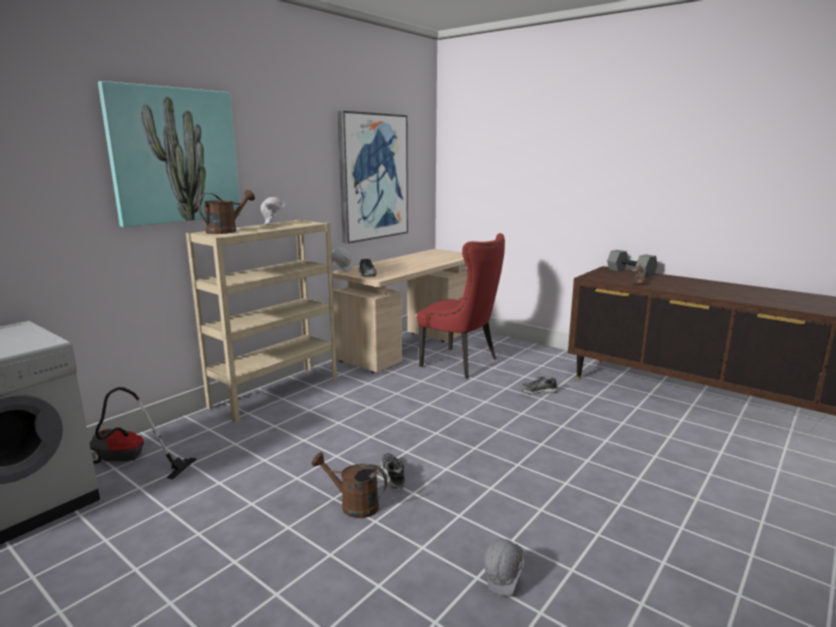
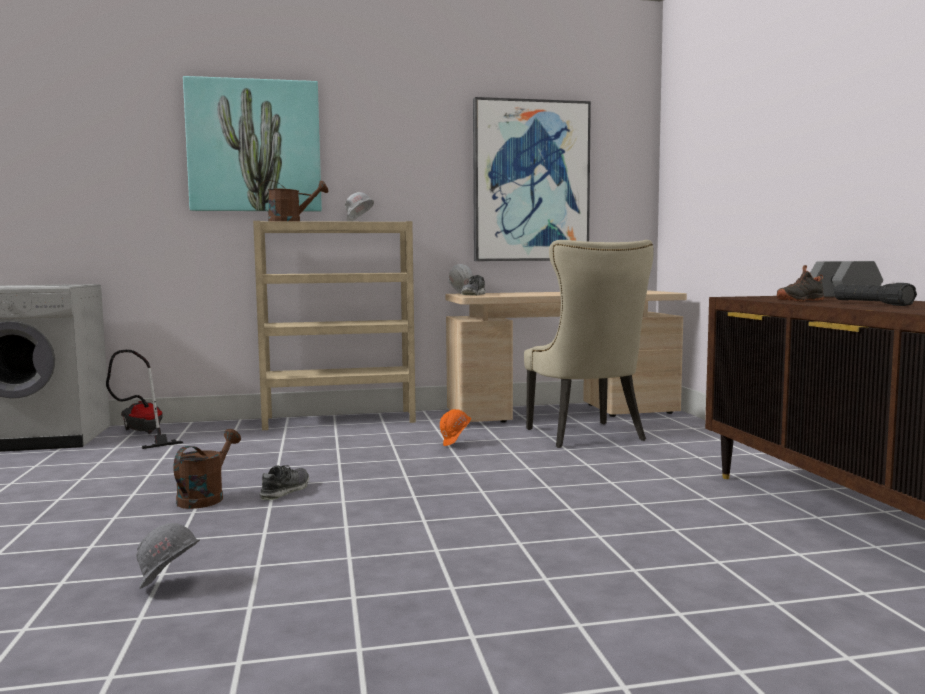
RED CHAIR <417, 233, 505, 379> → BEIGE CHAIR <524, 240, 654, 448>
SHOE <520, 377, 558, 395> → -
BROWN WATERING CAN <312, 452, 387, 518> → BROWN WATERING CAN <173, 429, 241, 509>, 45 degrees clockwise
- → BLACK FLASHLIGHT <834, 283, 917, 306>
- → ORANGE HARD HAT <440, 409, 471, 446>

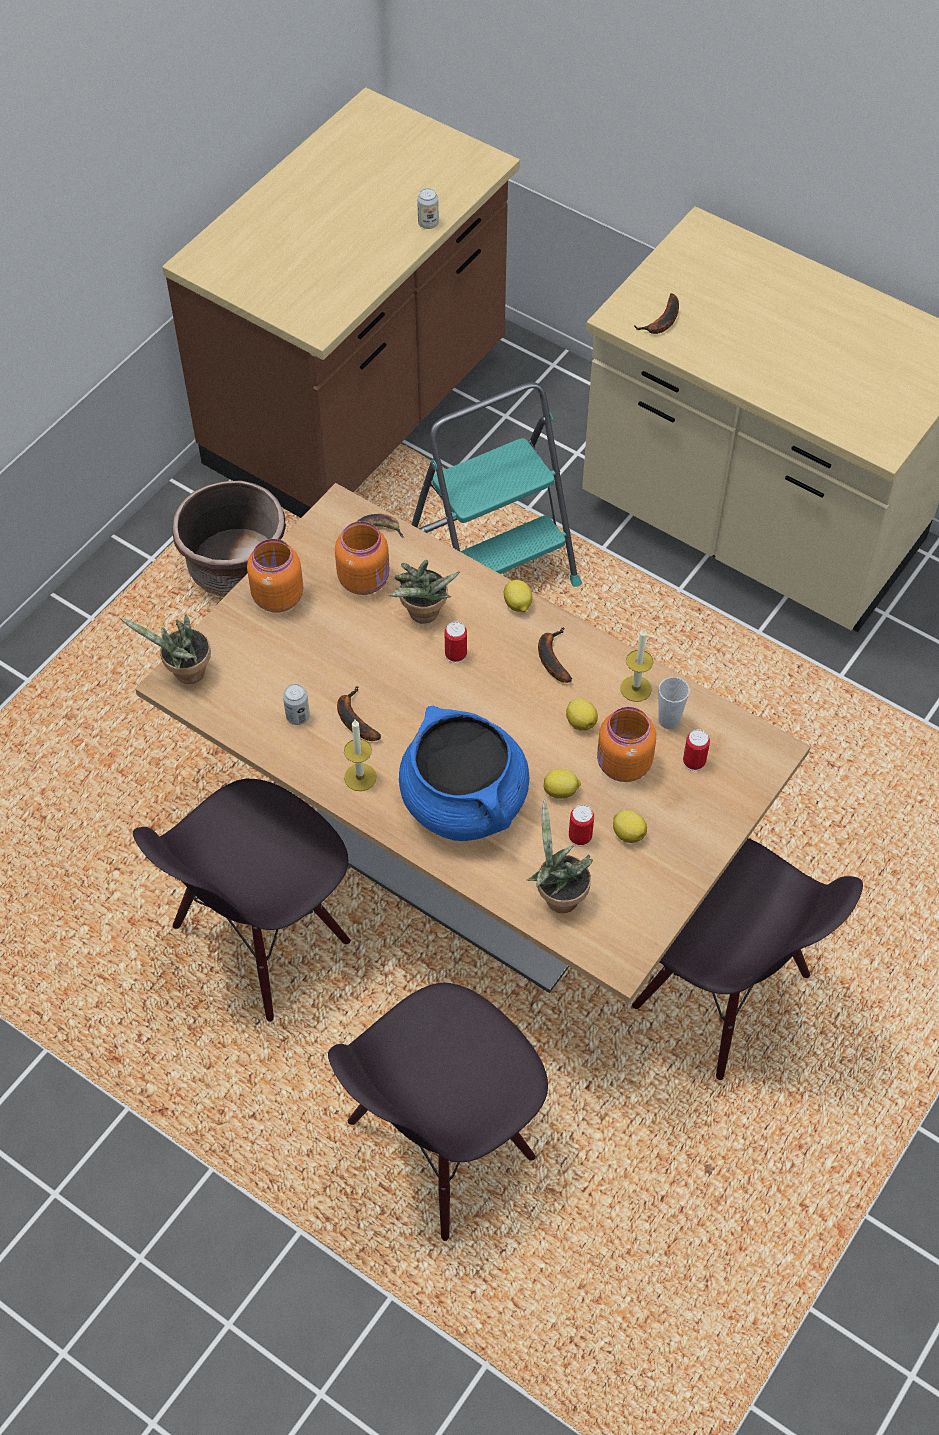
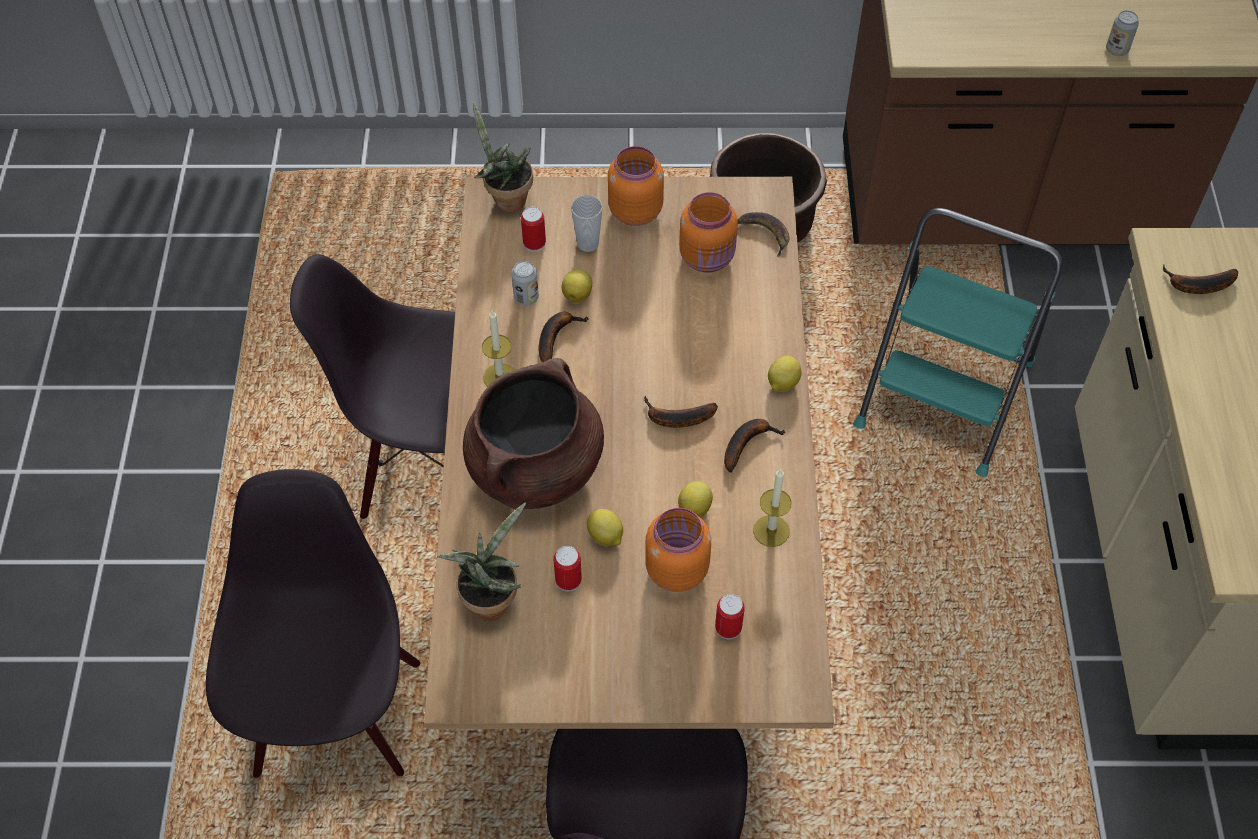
POTTED PLANT <389, 560, 460, 623> → -
CAN <445, 622, 467, 663> → CAN <521, 207, 546, 252>, move
CUP <658, 677, 690, 729> → CUP <571, 195, 603, 252>, move
BLUE COOKING POT <399, 706, 529, 841> → BROWN COOKING POT <463, 358, 604, 510>
LEMON <613, 810, 647, 843> → LEMON <561, 269, 592, 303>, move
BLACK CHAIR <328, 983, 548, 1241> → BLACK CHAIR <206, 469, 420, 778>, 75 degrees clockwise
- → BANANA <644, 396, 718, 428>

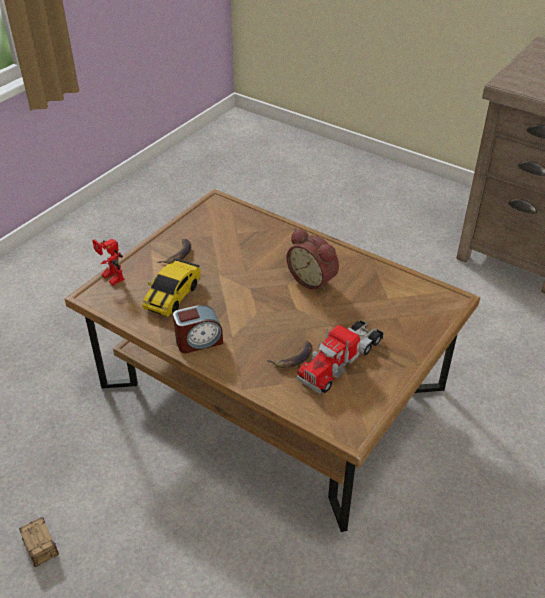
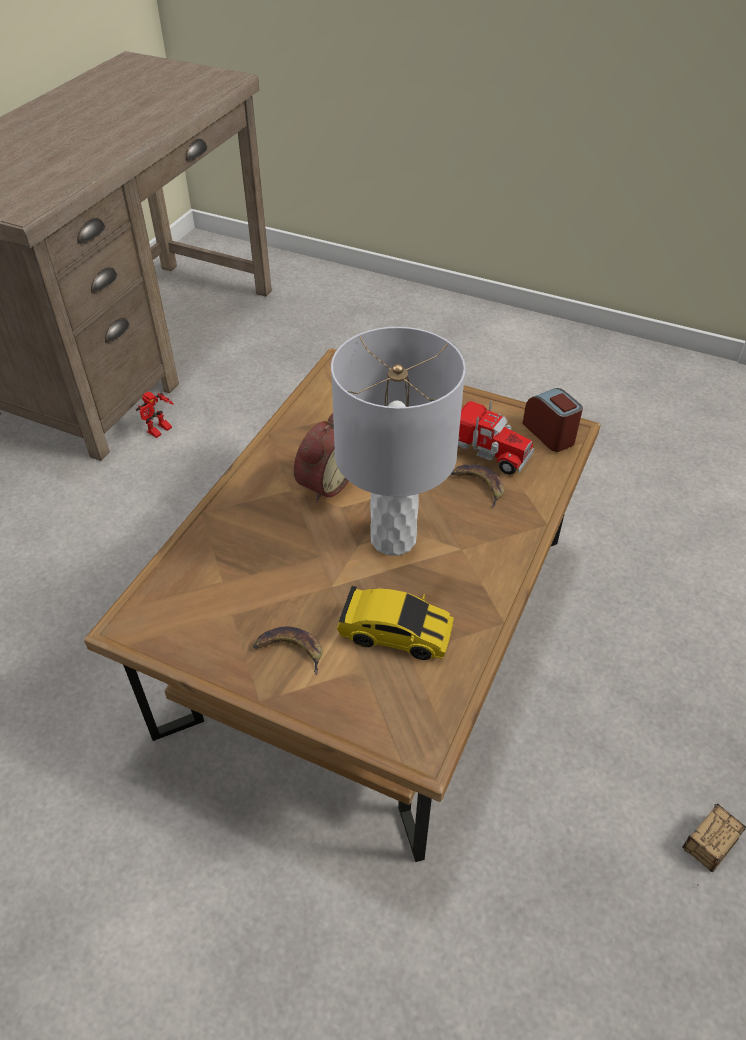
TOY ROBOT <92, 239, 125, 285> → TOY ROBOT <136, 392, 174, 438>, move
ALARM CLOCK <173, 305, 223, 353> → ALARM CLOCK <522, 388, 583, 452>, move
- → GREY TABLE LAMP <331, 327, 466, 556>

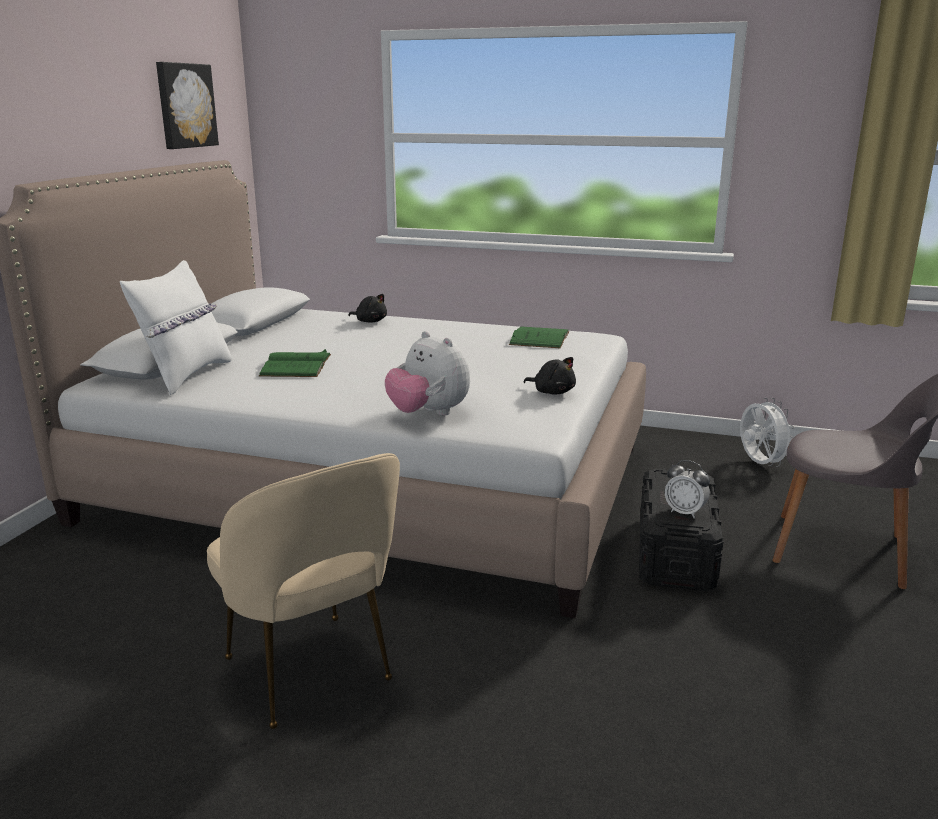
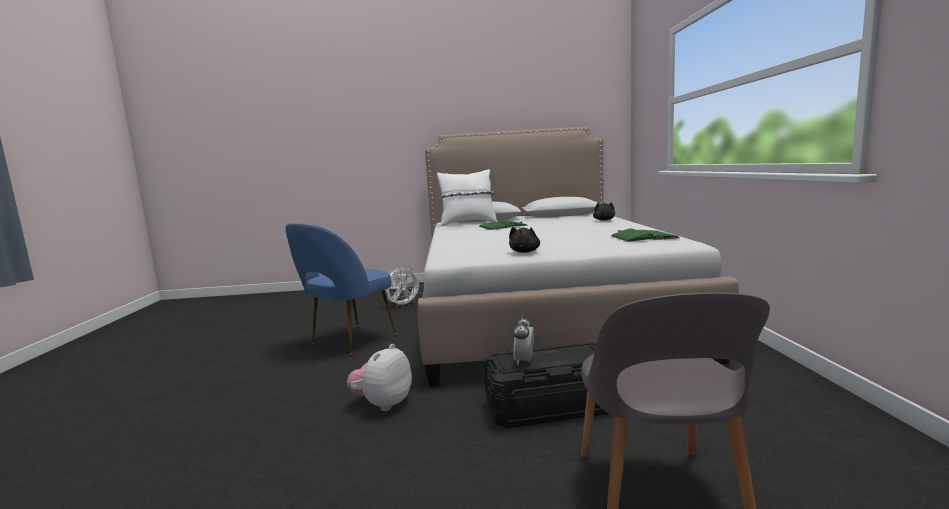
PICTURE <156, 62, 219, 149> → -
PLUSH TOY <385, 331, 470, 416> → PLUSH TOY <347, 344, 412, 411>, move
WHITE FAN <740, 398, 795, 467> → WHITE FAN <385, 266, 422, 307>, move
BEIGE CHAIR <207, 453, 400, 729> → BLUE CHAIR <286, 223, 397, 357>

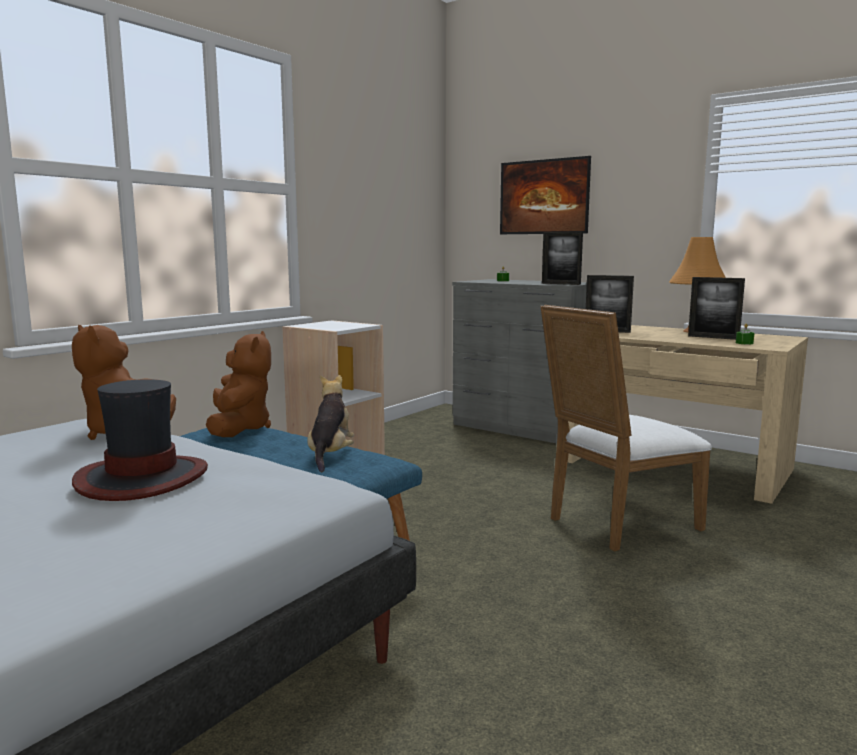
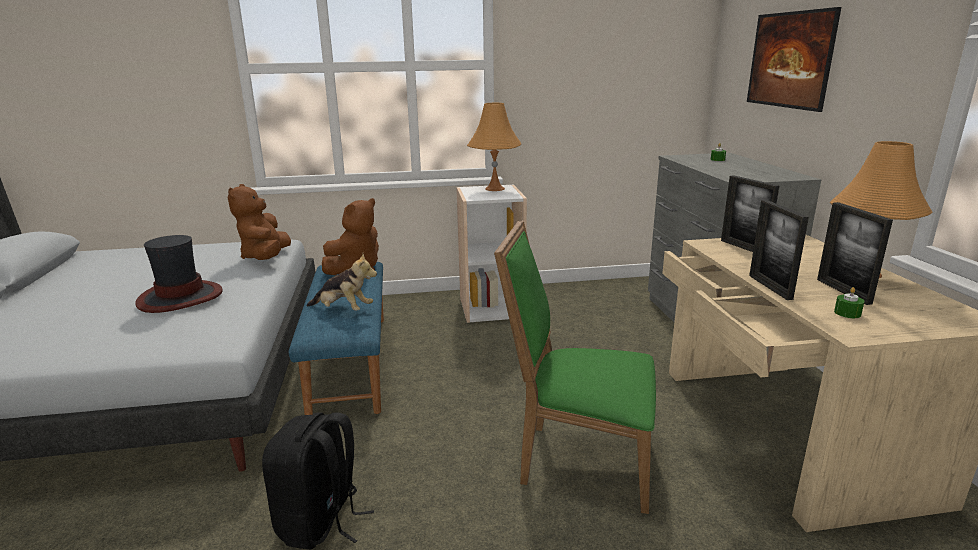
PICTURE FRAME <542, 232, 583, 285> → PICTURE FRAME <749, 200, 809, 300>, move
WHITE CHAIR <540, 305, 712, 551> → GREEN CHAIR <494, 220, 656, 514>
PLUSH TOY <307, 375, 354, 472> → PLUSH TOY <306, 254, 377, 311>, 60 degrees clockwise
- → ORANGE TABLE LAMP <467, 103, 521, 191>
- → BLACK BACKPACK <262, 412, 374, 550>

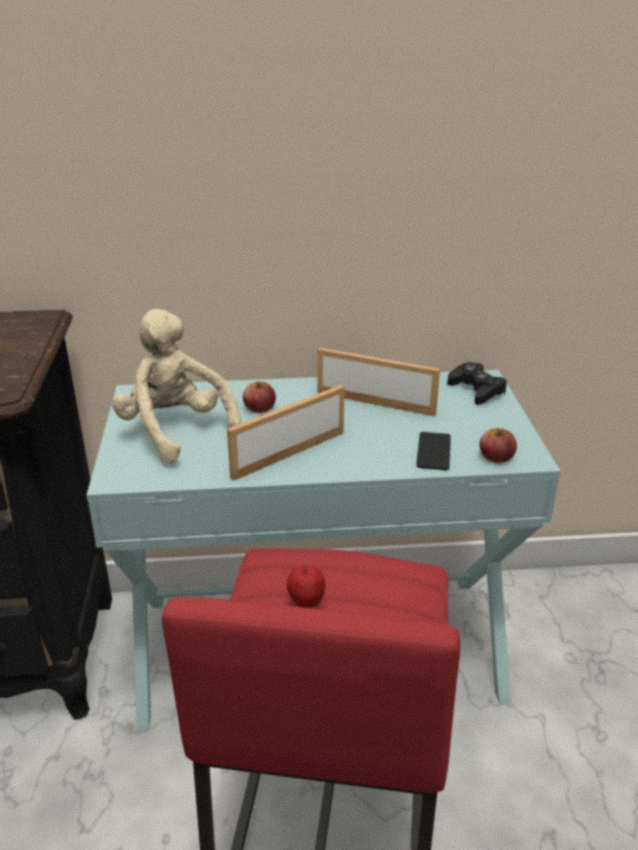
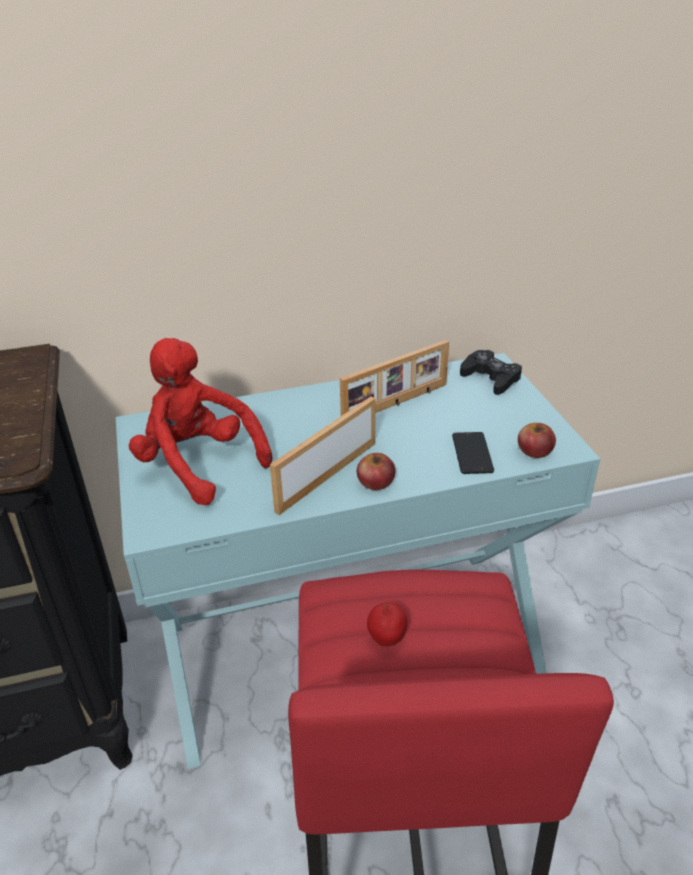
BEIGE PLUSH TOY <112, 309, 241, 464> → RED PLUSH TOY <129, 338, 273, 505>
PICTURE FRAME <318, 347, 440, 416> → PICTURE FRAME <340, 340, 449, 416>, 135 degrees clockwise
APPLE <243, 381, 276, 413> → APPLE <357, 453, 395, 490>, move

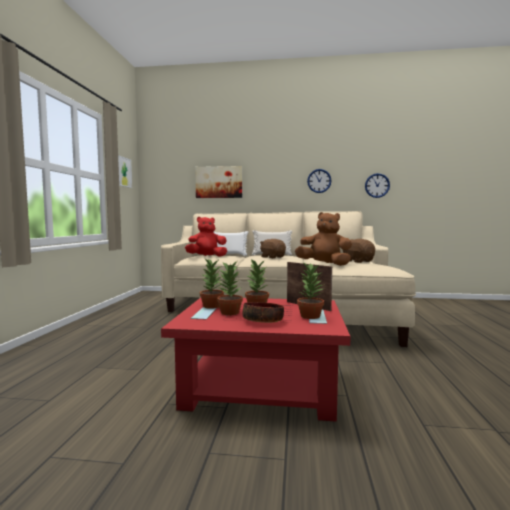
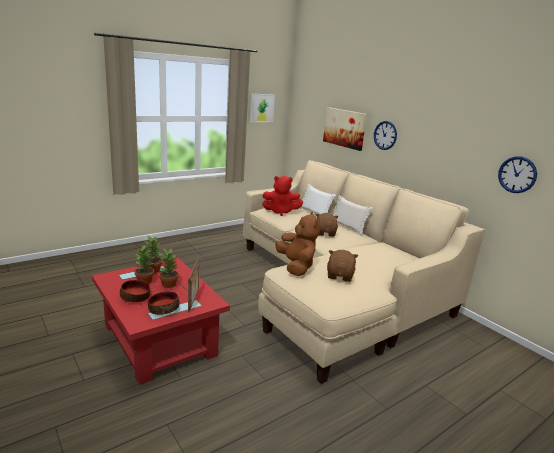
WALL CLOCK <307, 169, 331, 193> → WALL CLOCK <374, 121, 397, 150>, move
RED PLUSH TOY <185, 217, 227, 257> → RED PLUSH TOY <262, 176, 303, 216>, 150 degrees clockwise
POTTED PLANT <297, 263, 324, 319> → BOWL <148, 291, 180, 315>

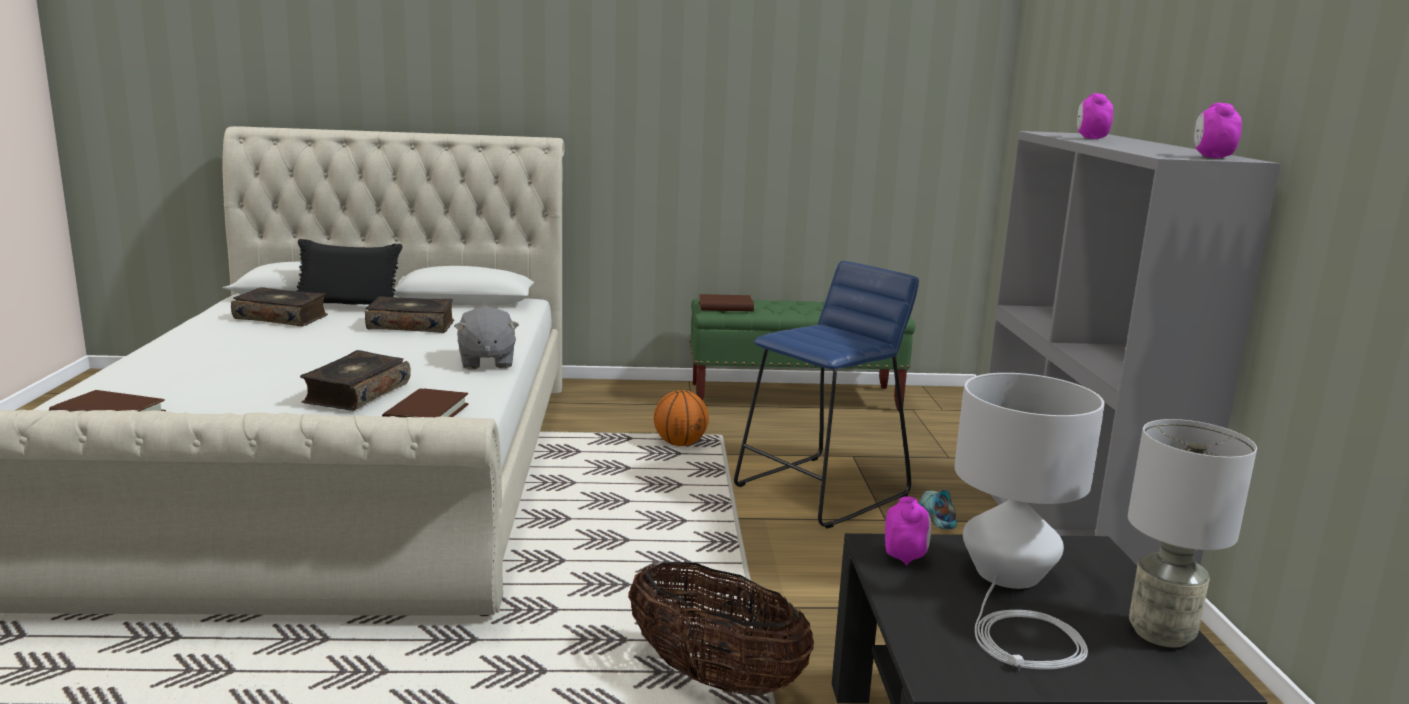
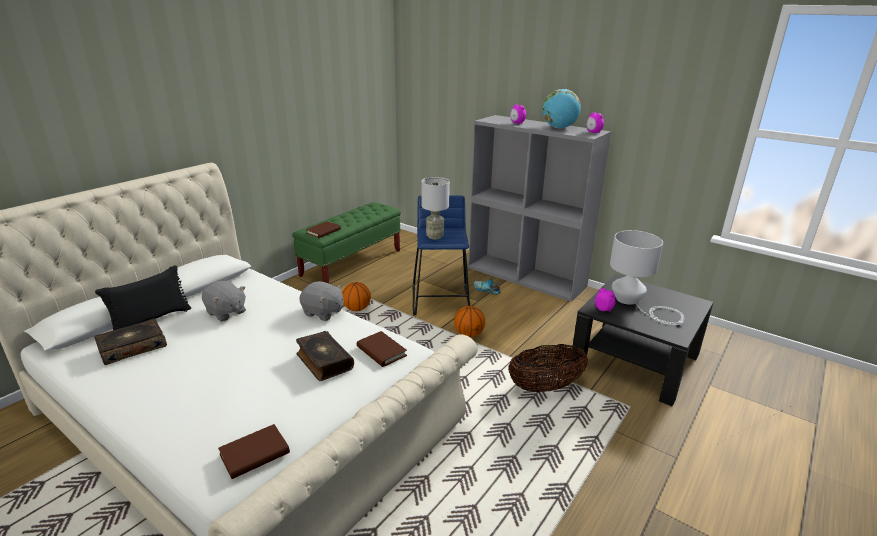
BOOK <365, 296, 454, 333> → GREY PLUSH TOY <202, 281, 246, 321>
GREY TABLE LAMP <1128, 419, 1257, 648> → GREY TABLE LAMP <422, 177, 450, 240>, move
- → GLOBE <542, 89, 581, 128>
- → BASKETBALL <454, 306, 485, 337>

